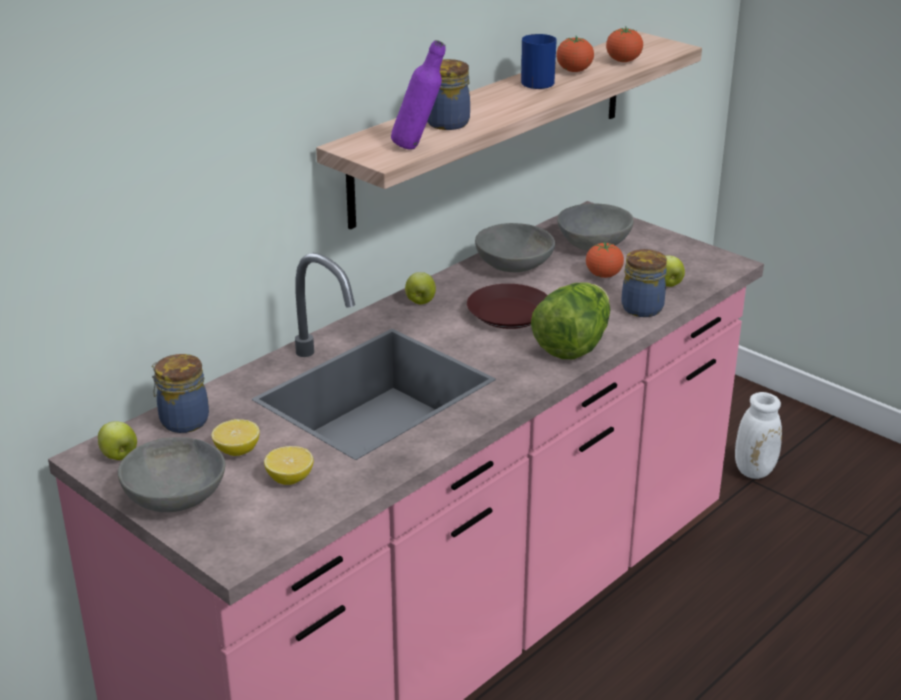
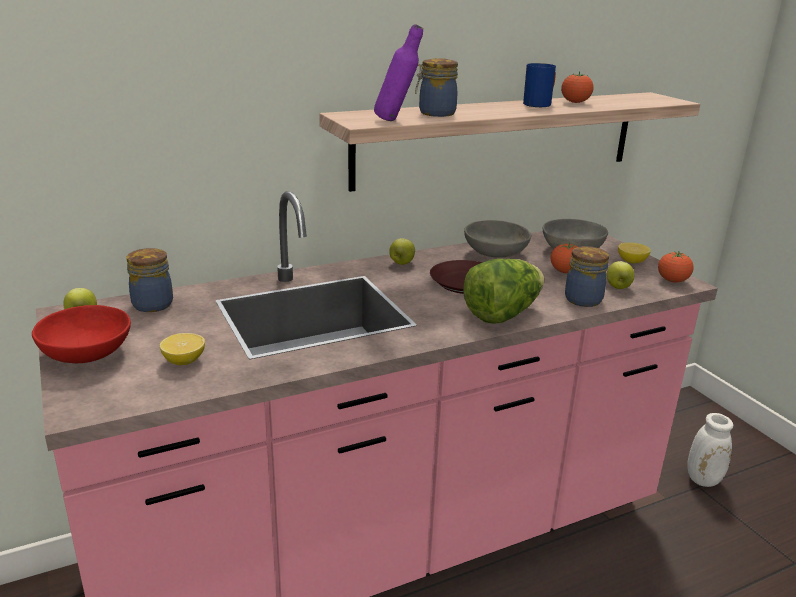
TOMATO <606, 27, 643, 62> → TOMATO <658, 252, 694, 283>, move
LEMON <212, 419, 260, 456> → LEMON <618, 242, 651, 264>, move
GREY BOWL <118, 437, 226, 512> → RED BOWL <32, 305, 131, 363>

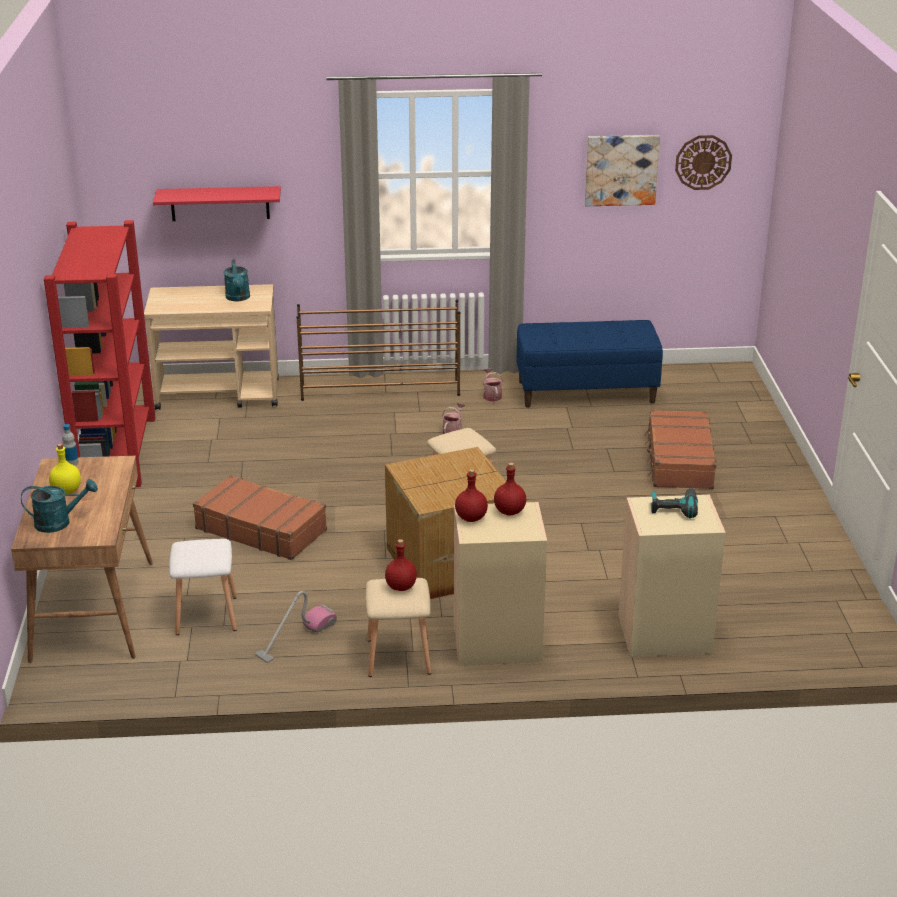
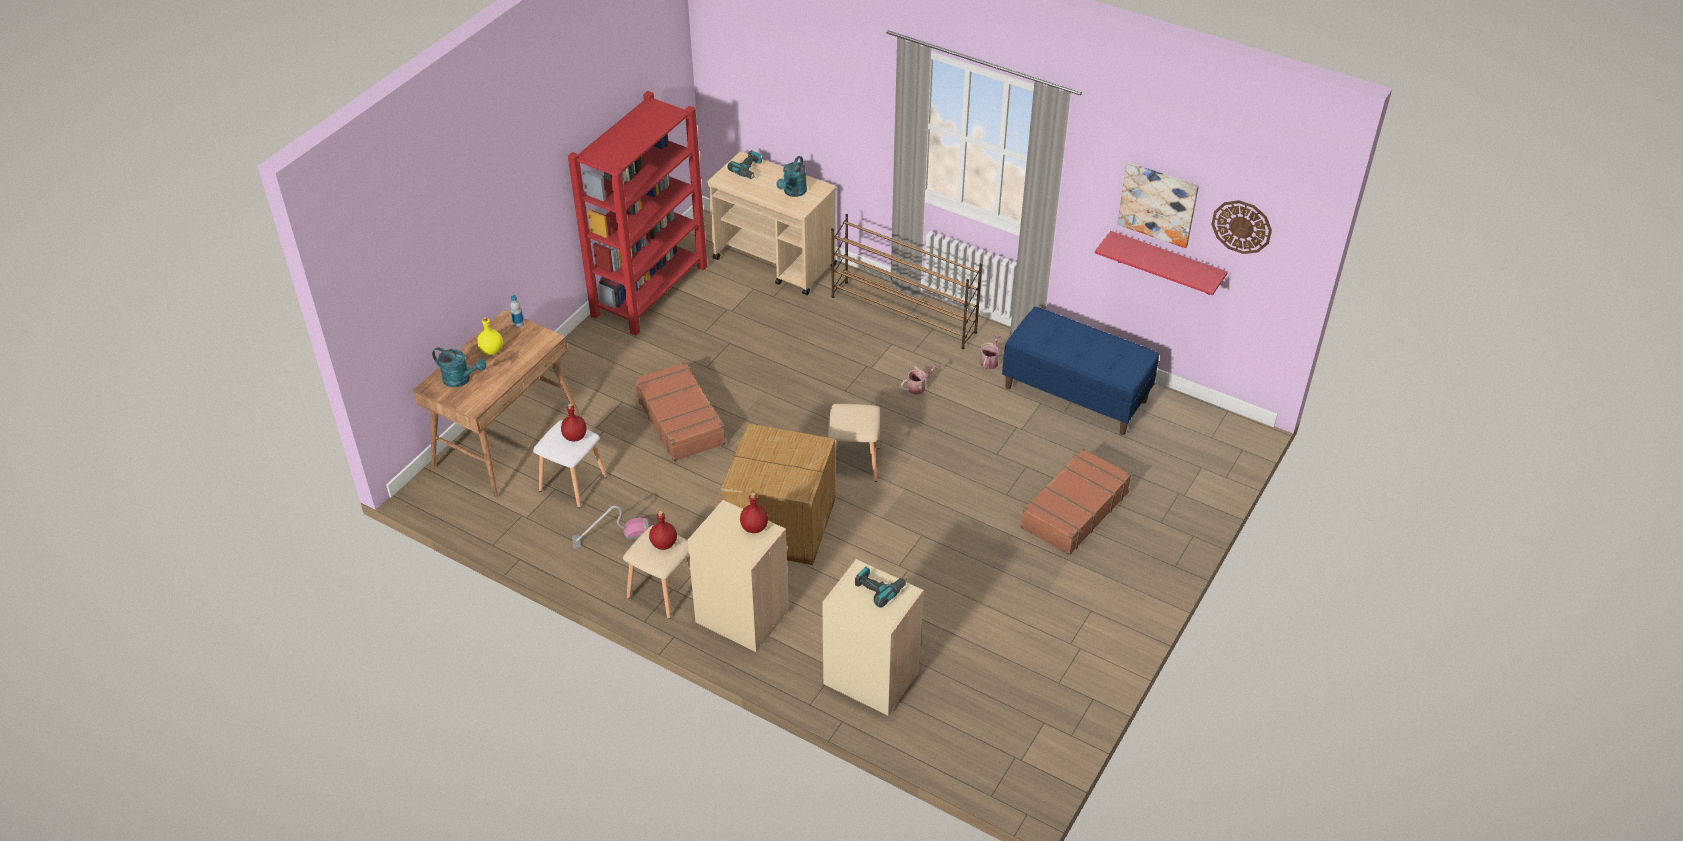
RED SHELF <153, 186, 281, 221> → RED SHELF <1095, 231, 1228, 295>, move
RED BOTTLE <455, 469, 488, 522> → RED BOTTLE <561, 403, 587, 441>, move
- → POWER DRILL <727, 150, 762, 179>

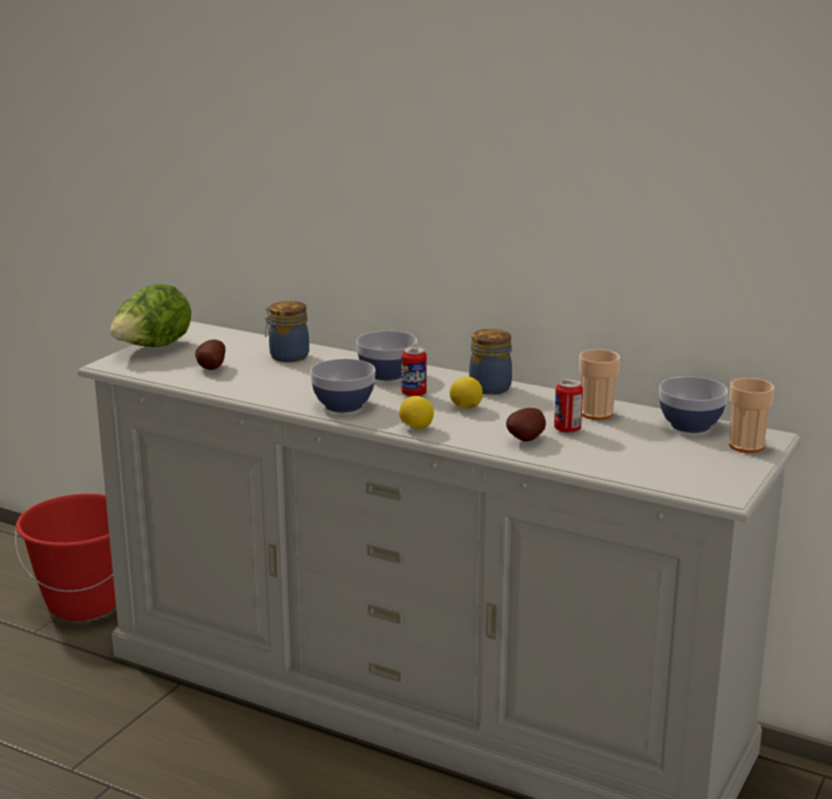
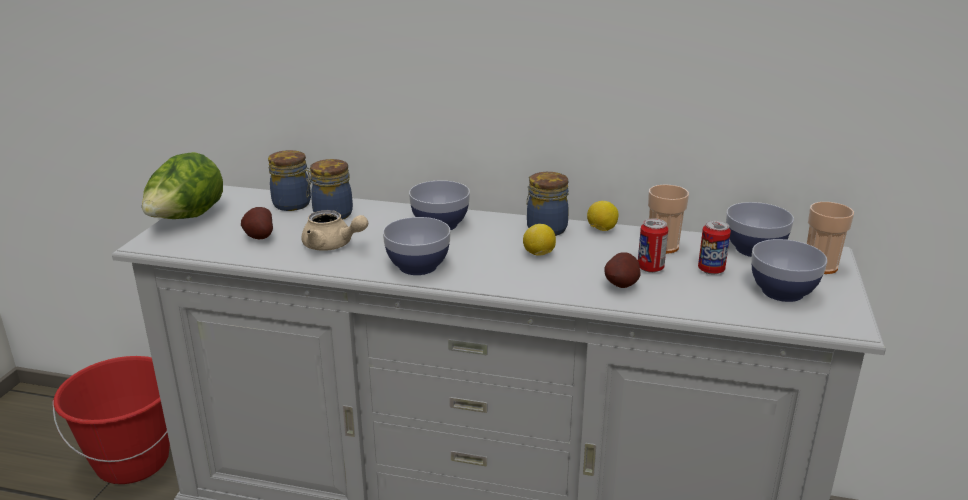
CAN <401, 346, 427, 397> → CAN <698, 220, 731, 275>, move
LEMON <399, 396, 434, 430> → LEMON <587, 201, 619, 231>, move
- → JAR <268, 150, 311, 211>
- → BEIGE TEAPOT <301, 210, 368, 251>
- → BOWL <751, 239, 827, 302>

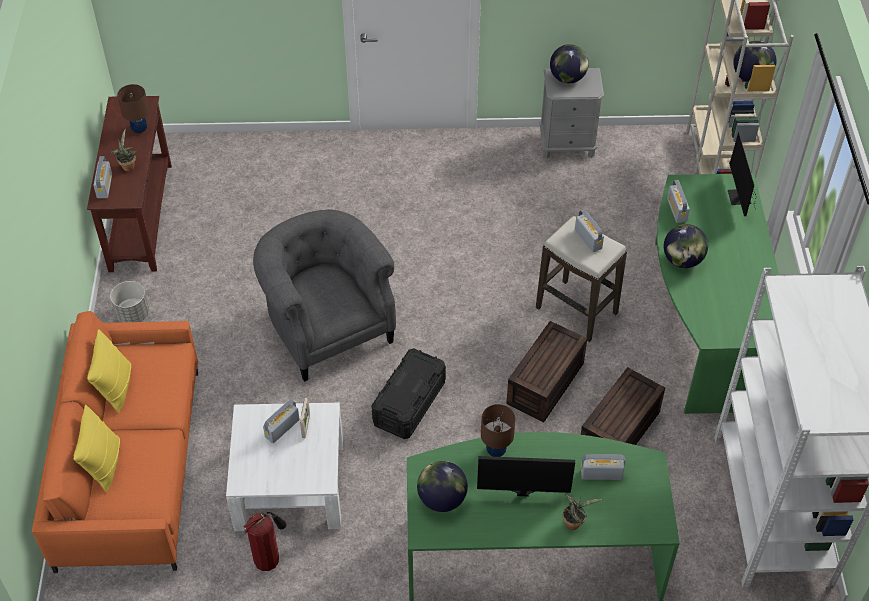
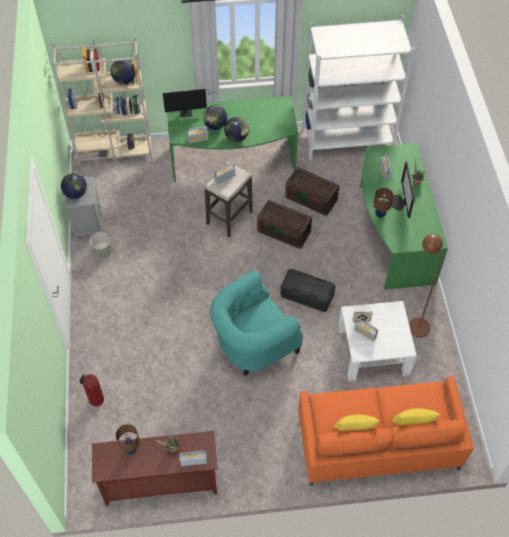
GREY ARMCHAIR <253, 209, 396, 382> → TURQUOISE ARMCHAIR <210, 271, 303, 376>
GREY PLANTER <110, 281, 149, 322> → GREY PLANTER <90, 232, 113, 258>, move
GLOBE <417, 461, 468, 512> → GLOBE <203, 105, 227, 130>, move
FIRE EXTINGUISHER <243, 512, 286, 571> → FIRE EXTINGUISHER <80, 374, 104, 407>, move
- → BROWN FLOOR LAMP <409, 234, 443, 338>

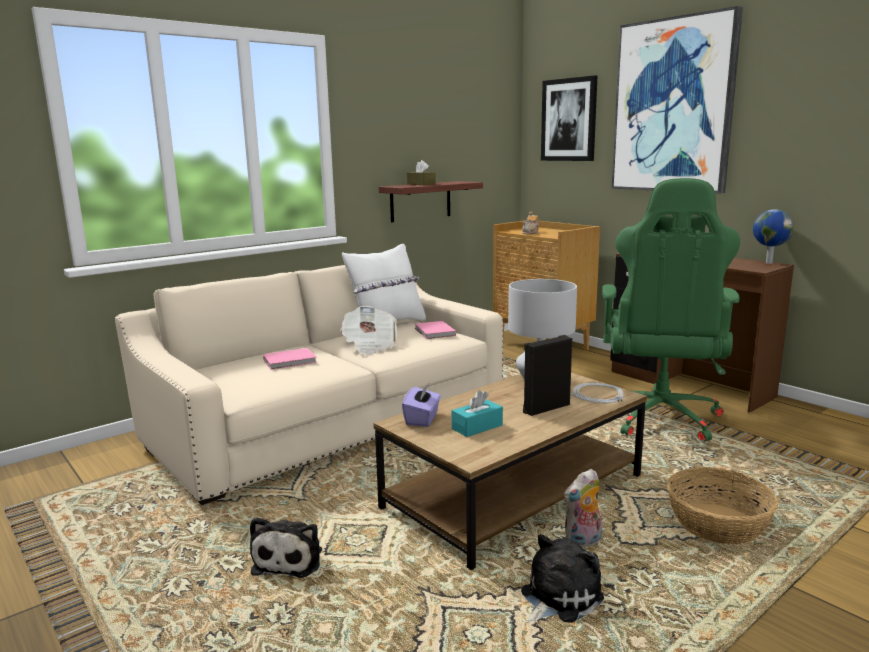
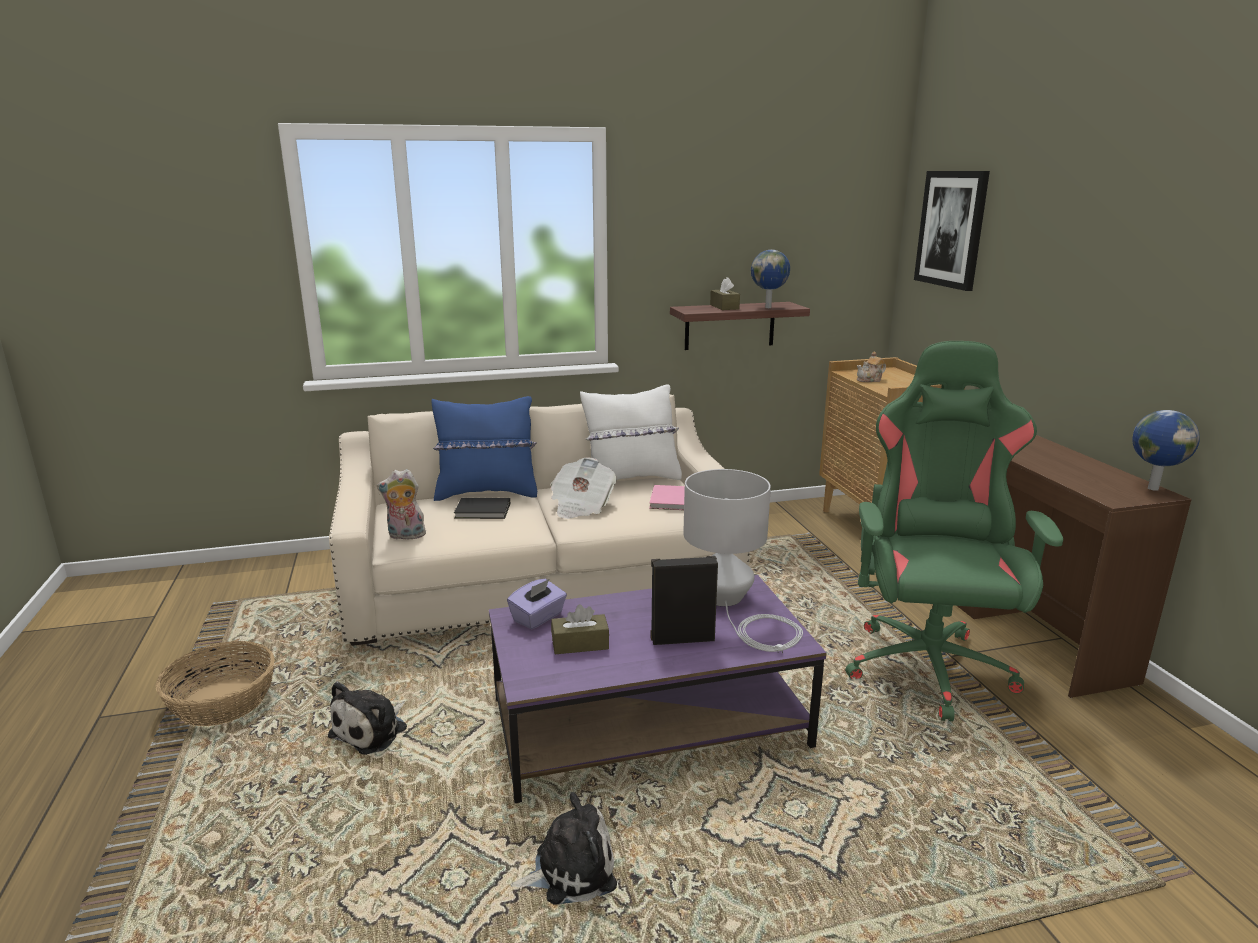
PICTURE <612, 6, 743, 193> → -
GREEN OFFICE CHAIR <602, 178, 740, 442> → GREEN OFFICE CHAIR <845, 341, 1063, 721>, 150 degrees clockwise
PINK BOOK <263, 348, 317, 370> → BLACK BOOK <454, 498, 510, 519>
BROWN COFFEE TABLE <373, 373, 647, 570> → PURPLE COFFEE TABLE <489, 575, 826, 803>
TURQUOISE TISSUE BOX <452, 390, 503, 437> → BROWN TISSUE BOX <551, 604, 609, 654>
BASKET <667, 467, 778, 545> → BASKET <155, 641, 275, 726>, move
PLUSH TOY <564, 469, 602, 548> → PLUSH TOY <377, 469, 426, 540>, move
- → GLOBE <751, 250, 790, 308>
- → BLUE PILLOW <431, 396, 537, 501>

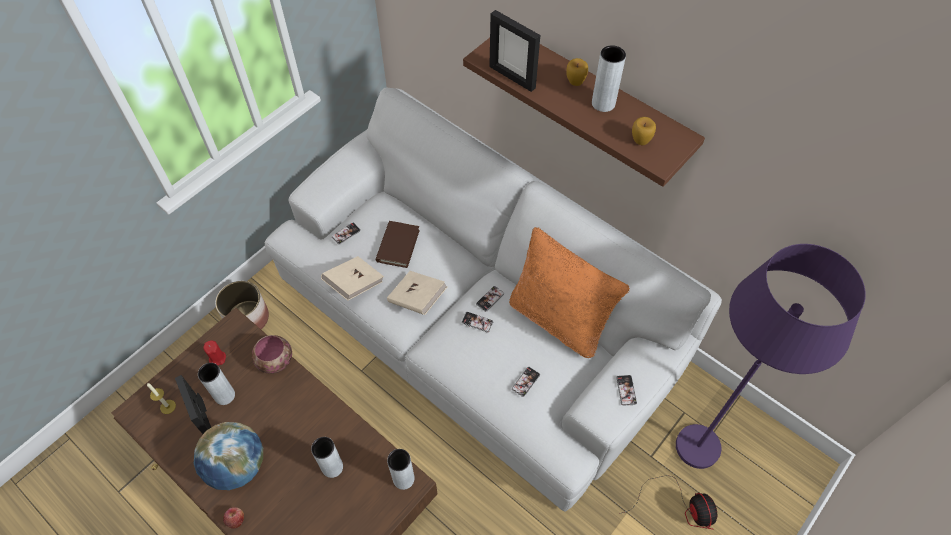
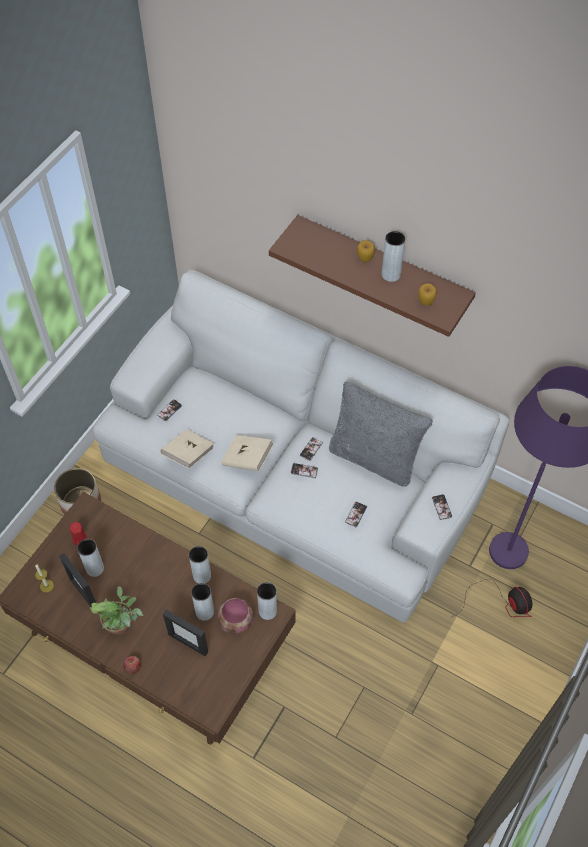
PICTURE FRAME <489, 10, 540, 92> → PICTURE FRAME <163, 610, 208, 656>, move
BROWN BOOK <376, 221, 420, 268> → -
ORANGE PILLOW <509, 227, 630, 358> → GREY PILLOW <329, 382, 433, 486>
BOWL <252, 335, 292, 374> → BOWL <217, 597, 254, 634>, move
GLOBE <194, 422, 263, 490> → POTTED PLANT <90, 586, 143, 635>
- → GREY VASE <189, 546, 211, 583>

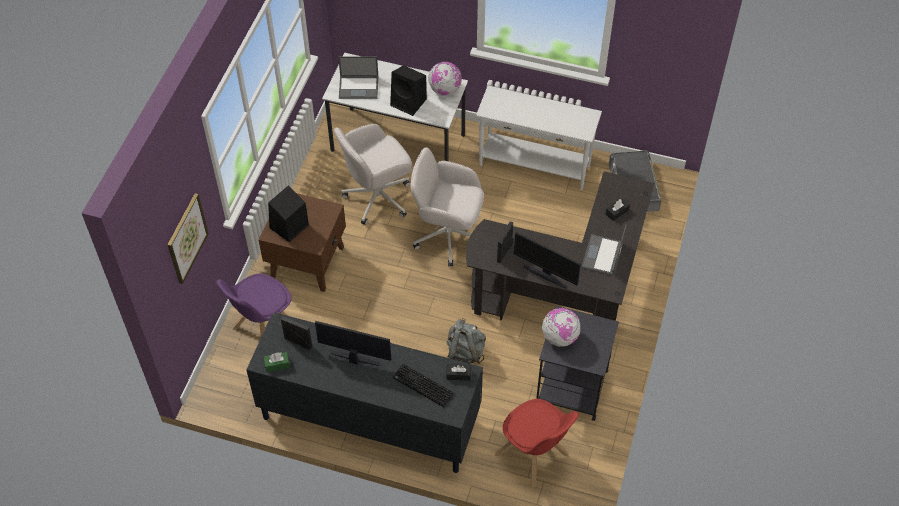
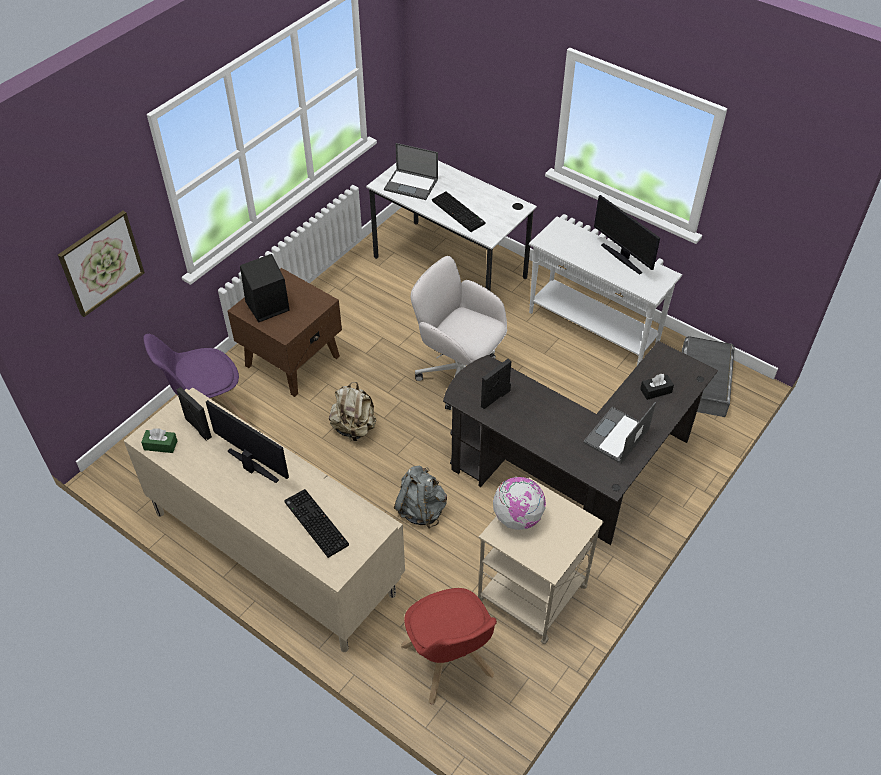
GLOBE <428, 62, 462, 95> → -
BLACK SPEAKER <390, 65, 427, 116> → KEYBOARD <432, 191, 485, 232>
WHITE OFFICE CHAIR <334, 124, 412, 225> → -
MONITOR <514, 232, 581, 288> → MONITOR <594, 195, 660, 275>, move
BLACK CART <536, 306, 619, 421> → BEIGE CART <478, 477, 604, 645>
BLACK CABINET <246, 312, 483, 473> → BEIGE CABINET <124, 387, 405, 652>
BLACK TISSUE BOX <446, 364, 471, 381> → -
- → BEIGE BACKPACK <329, 382, 376, 441>

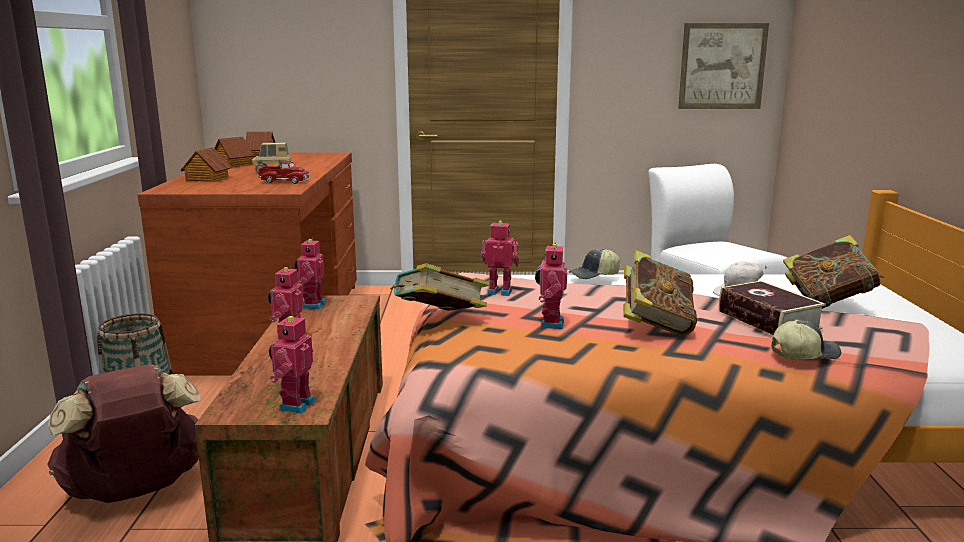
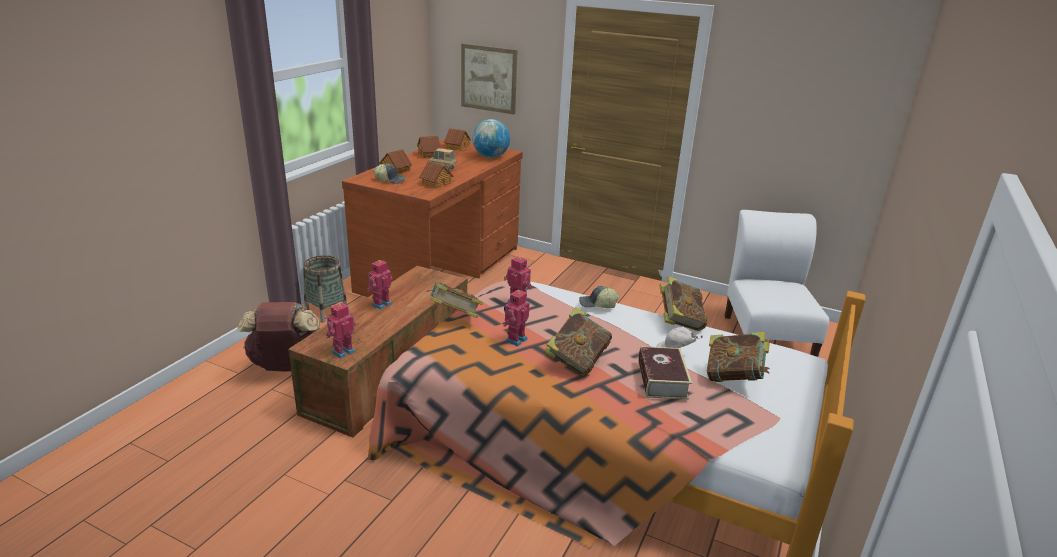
PICTURE <678, 23, 769, 109> → PICTURE <461, 44, 517, 115>, move
TOY TRUCK <258, 161, 311, 184> → TOY HOUSE <419, 161, 453, 189>
TOY ROBOT <294, 238, 326, 309> → -
CAP <771, 320, 841, 360> → CAP <373, 164, 406, 184>, move
- → GLOBE <472, 119, 510, 158>
- → BOOK <659, 276, 707, 331>

